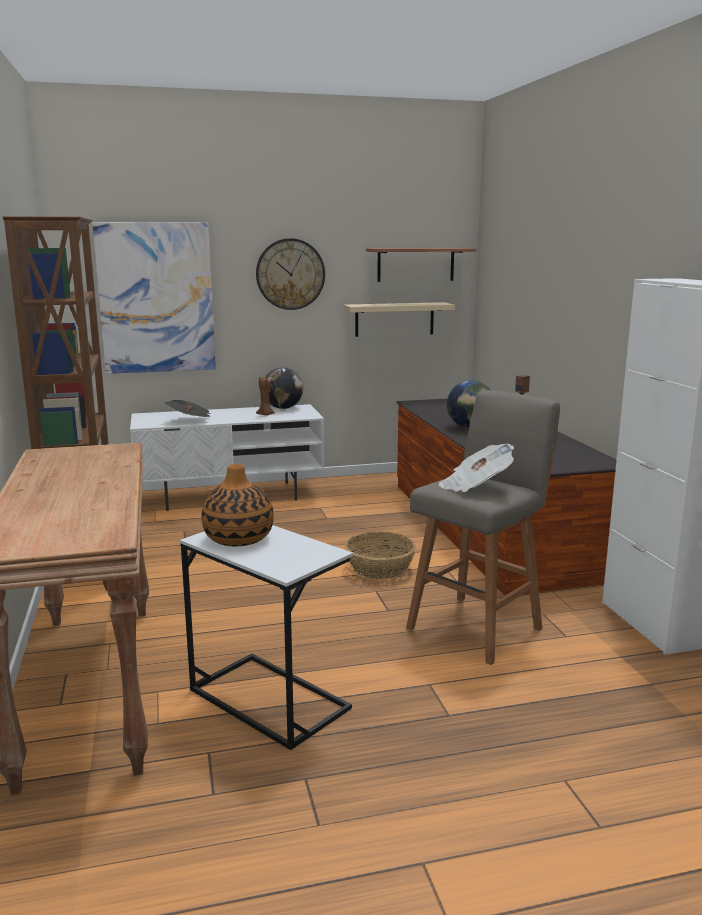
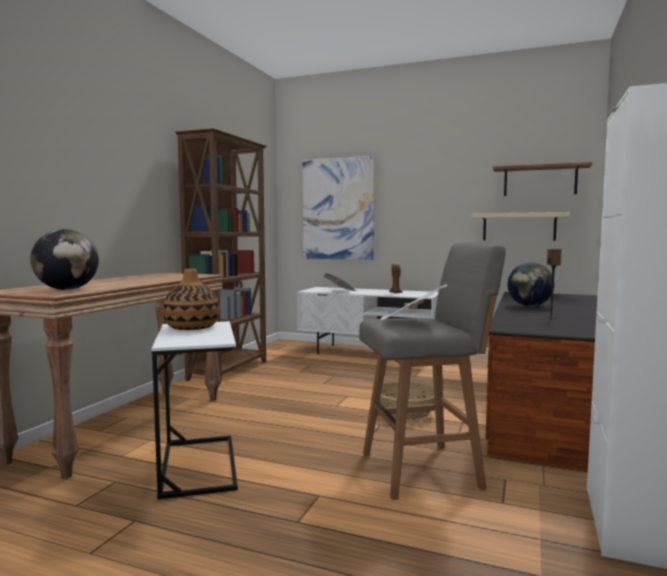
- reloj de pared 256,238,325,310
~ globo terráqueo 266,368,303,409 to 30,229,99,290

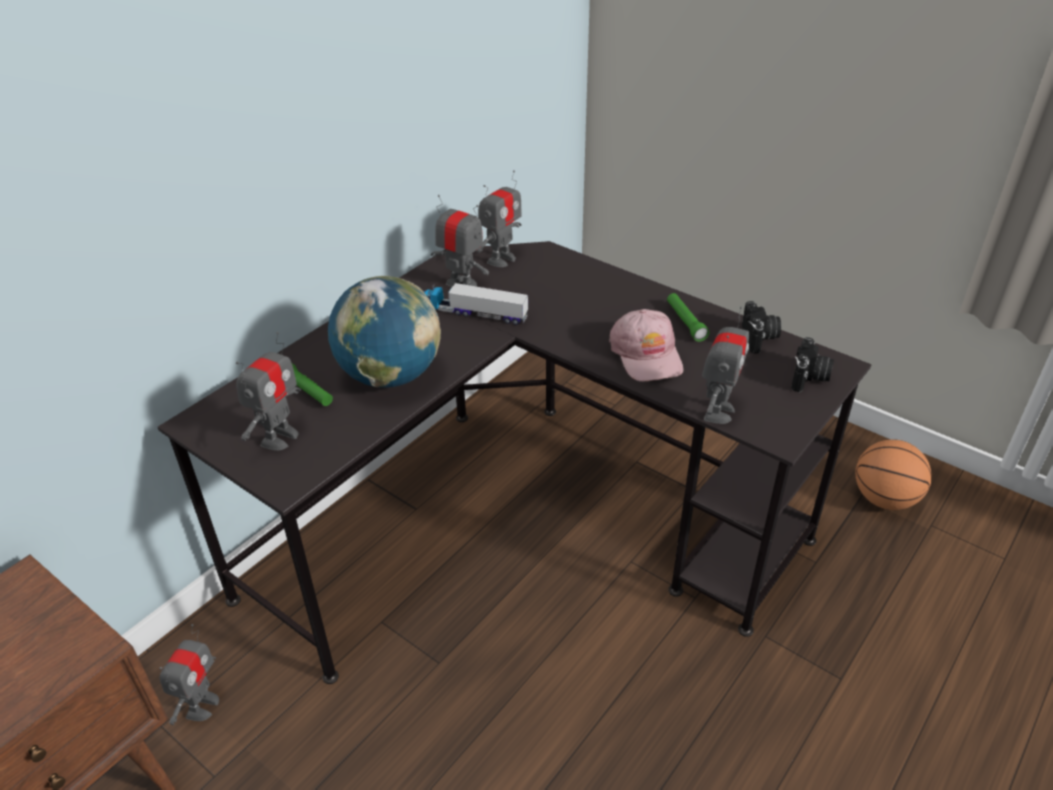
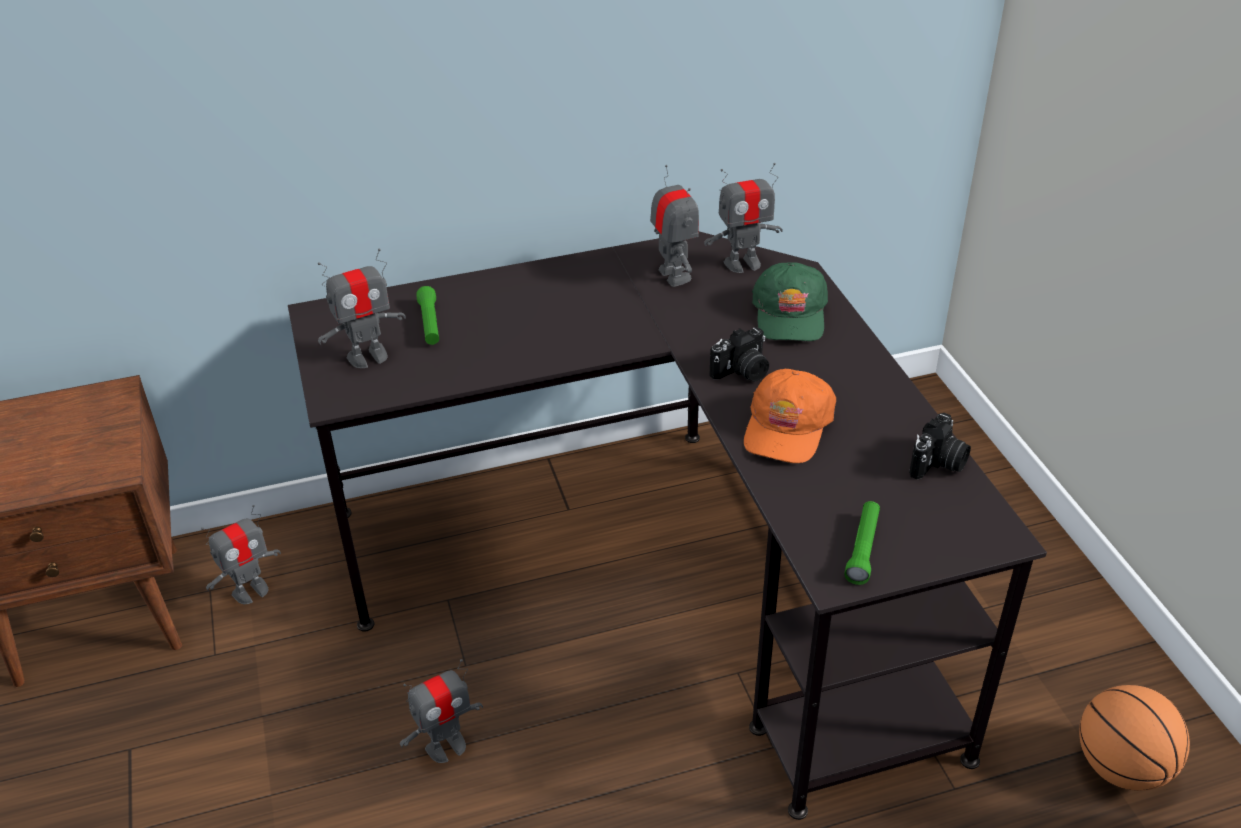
- globo terráqueo 328,276,441,388
- camión de juguete 423,283,528,325
+ gorra [verde] 752,262,828,341
~ linterna [verde] 667,293,710,342 to 844,501,880,585
~ robot de juguete 702,306,749,424 to 400,659,483,763
~ cámara 791,337,834,392 to 709,327,769,382
~ gorra [rosa] 609,309,684,382 to gorra [naranja] 744,369,836,463

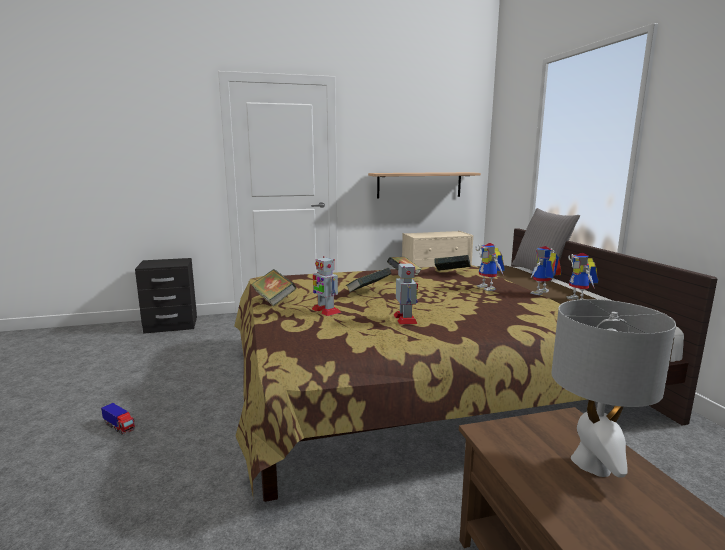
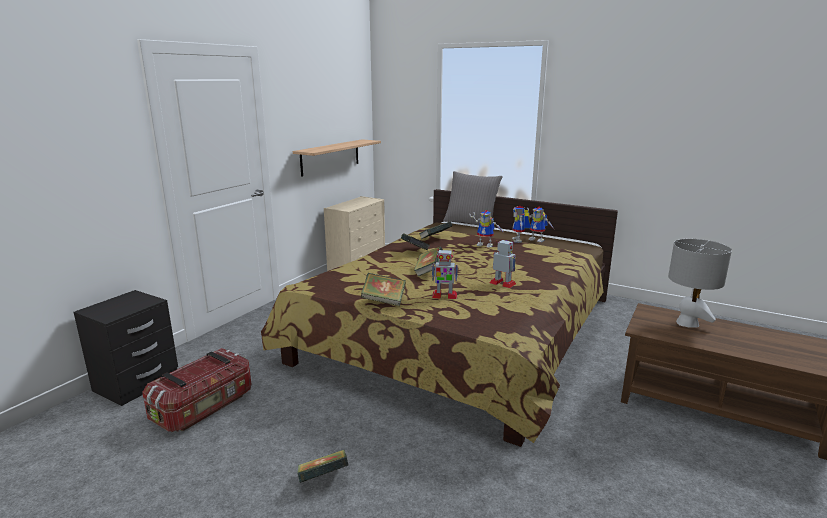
+ caja de almacenaje 142,348,251,432
~ camión de juguete 101,403,135,435 to libro 297,450,349,483

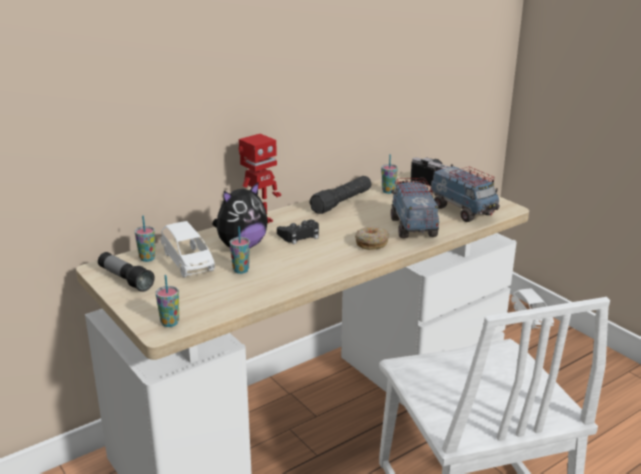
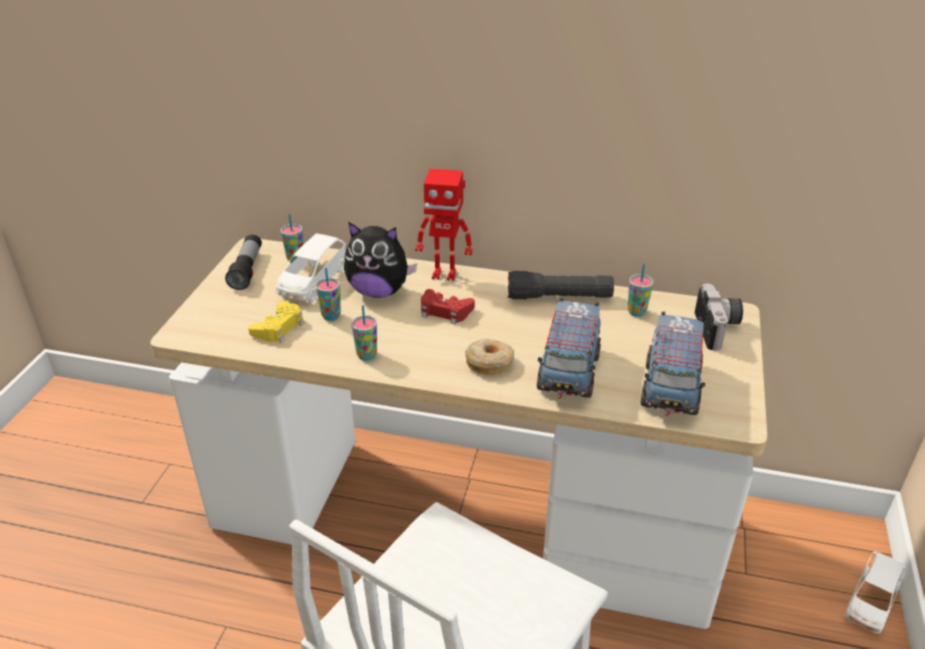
+ mando de consola [amarillo] 248,301,304,343
~ taza 155,275,179,327 to 352,305,377,361
~ mando de consola [negro] 277,220,319,244 to mando de consola [rojo] 421,289,475,325
~ camión de juguete 391,178,439,238 = 537,298,601,399 150 degrees clockwise

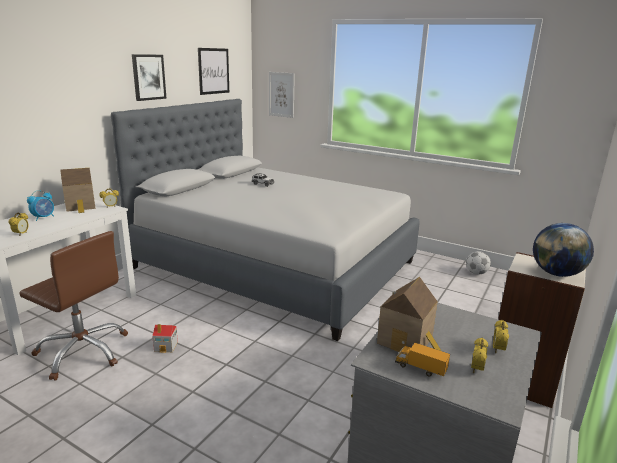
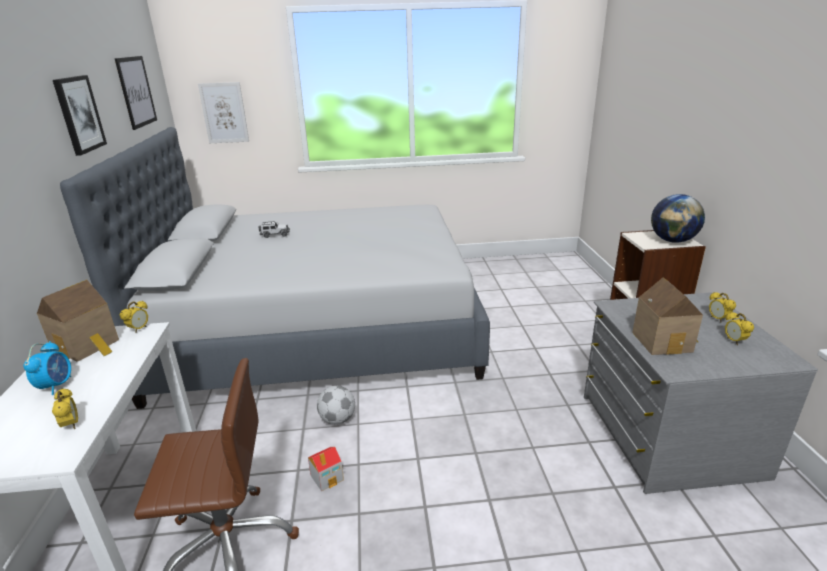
- camión de juguete 395,343,450,377
~ balón de fútbol 466,251,491,274 to 317,386,355,425

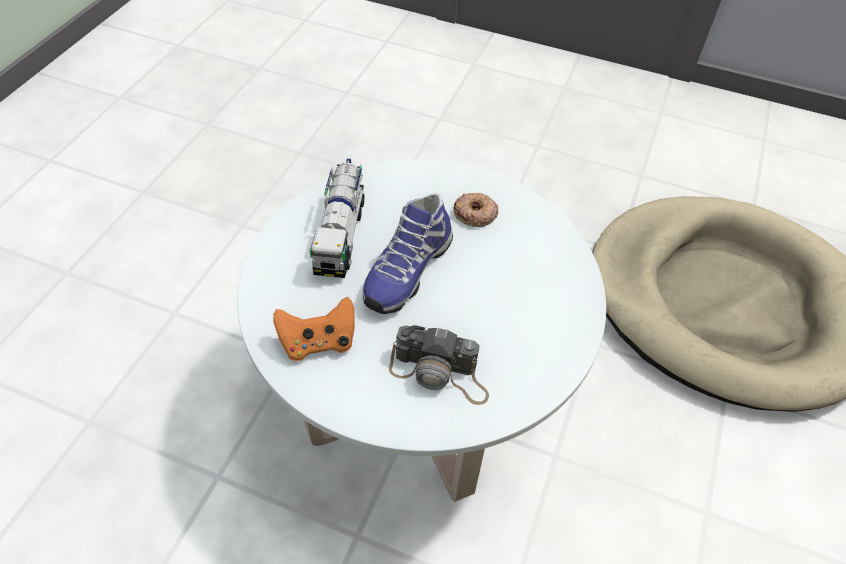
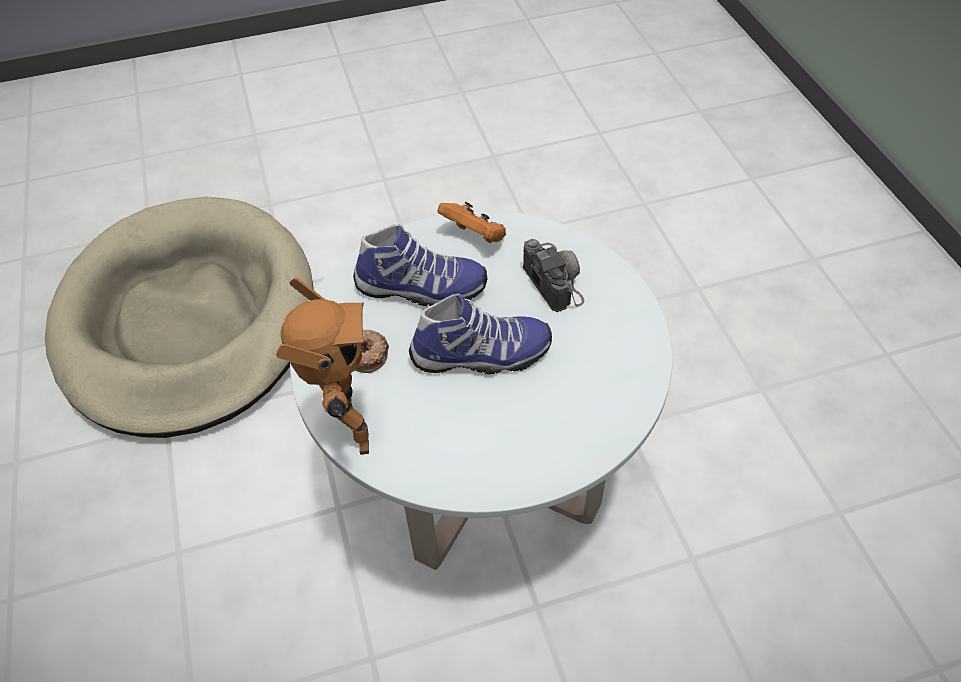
- camión de juguete 310,159,365,278
+ robot de juguete 276,277,369,455
+ zapato 353,224,487,306
~ mando de consola [naranja] 274,297,355,361 to 437,202,506,243

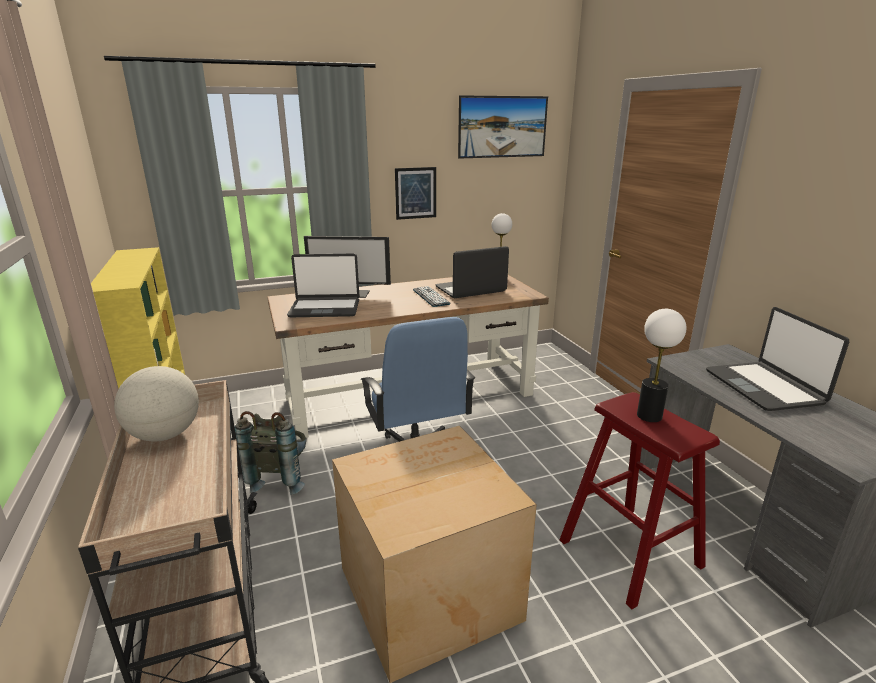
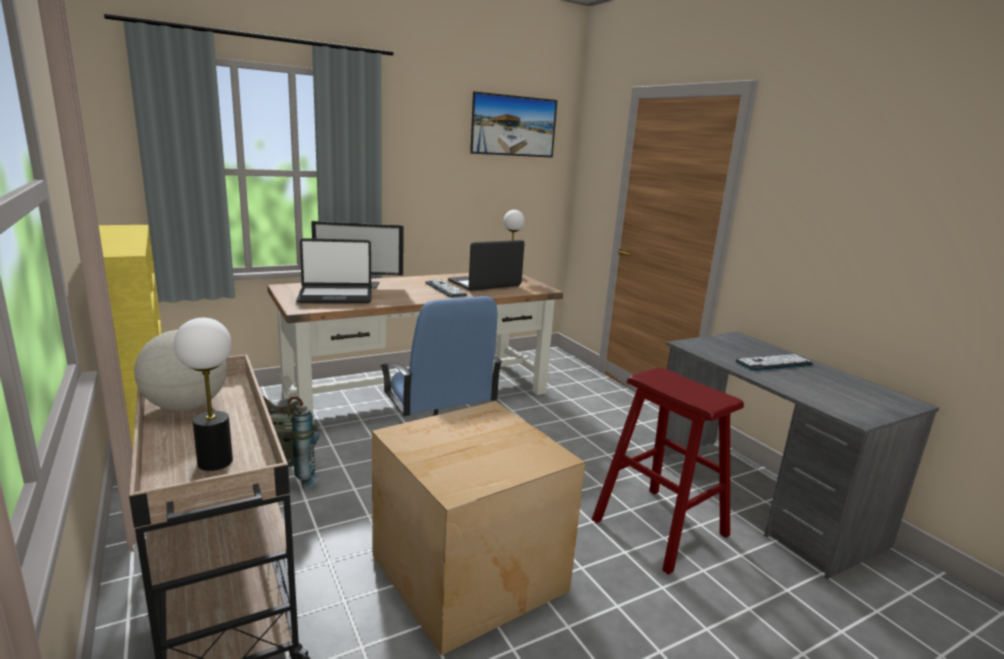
- cuadro 395,167,436,220
~ lámpara de mesa 637,309,686,422 to 174,318,233,471
~ portátil 706,307,849,411 to teclado 735,354,813,371

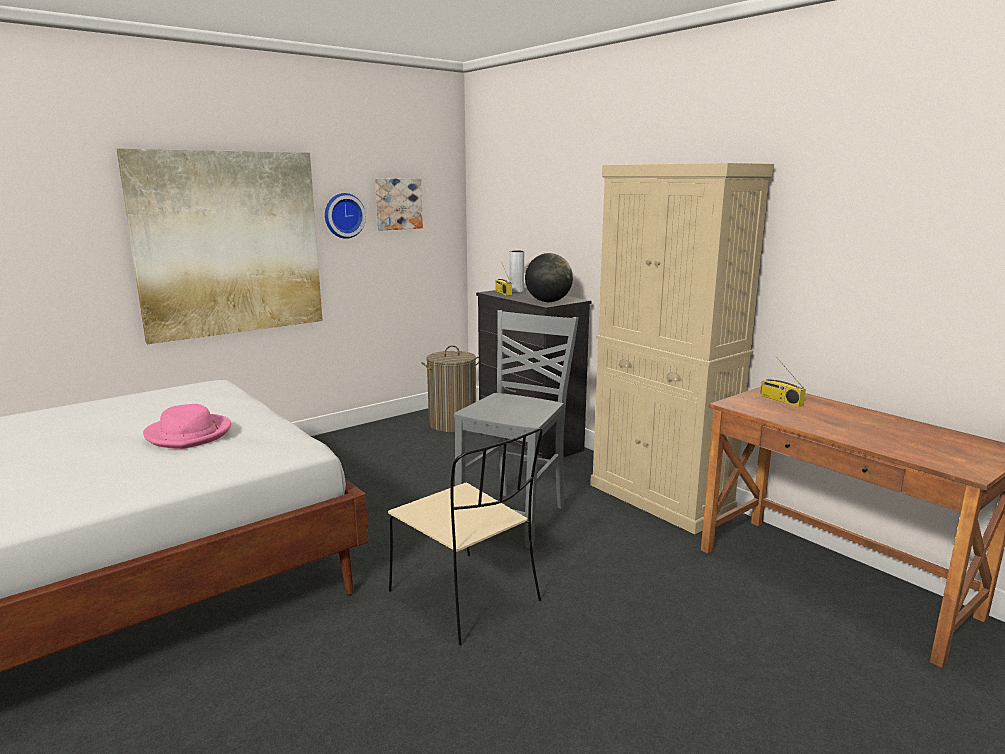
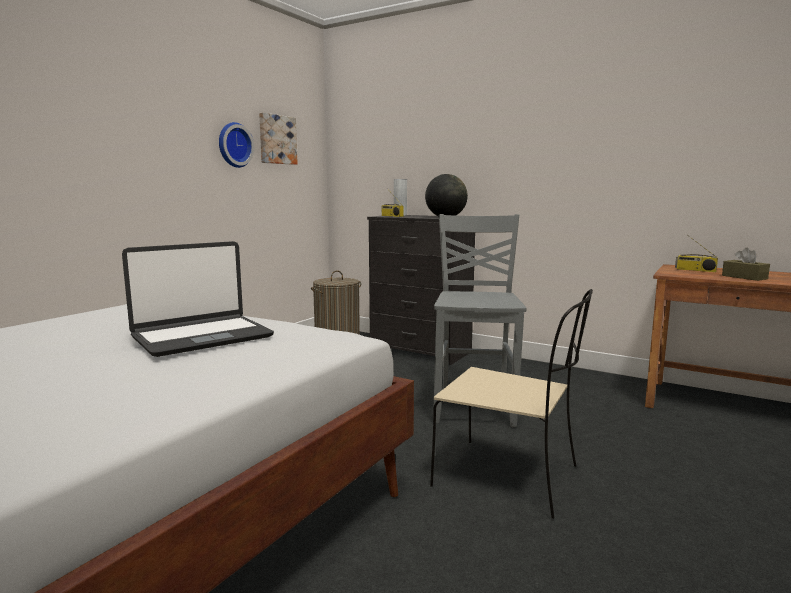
- cuadro 117,148,323,344
- armario [beis] 590,163,774,534
+ caja de pañuelos [marrón] 722,248,770,281
~ sombrero [rosa] 143,404,231,449 to portátil 122,241,274,357

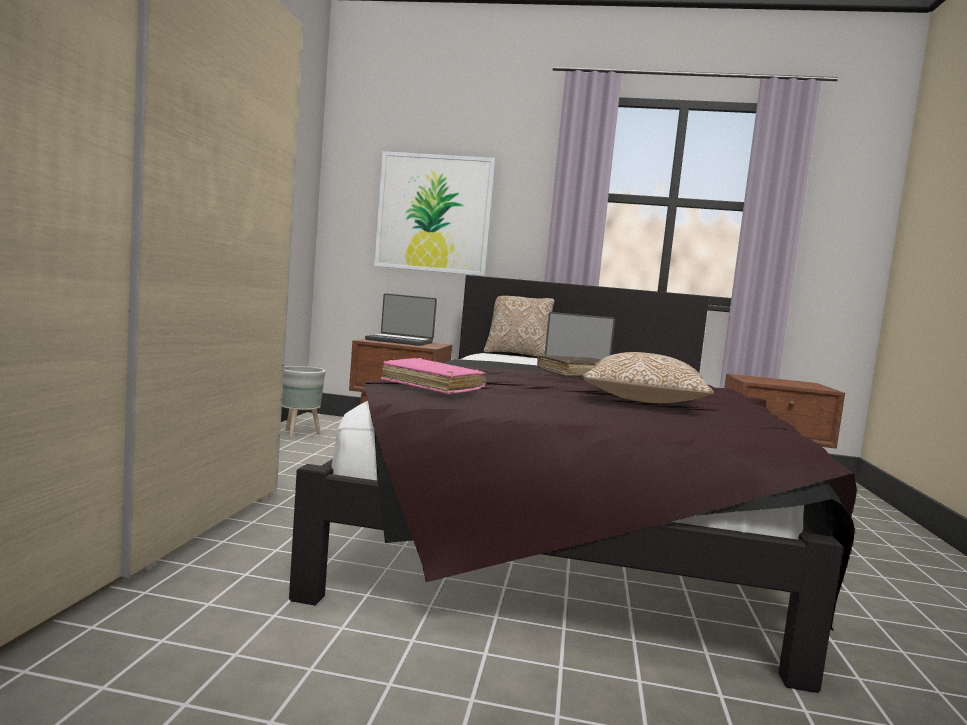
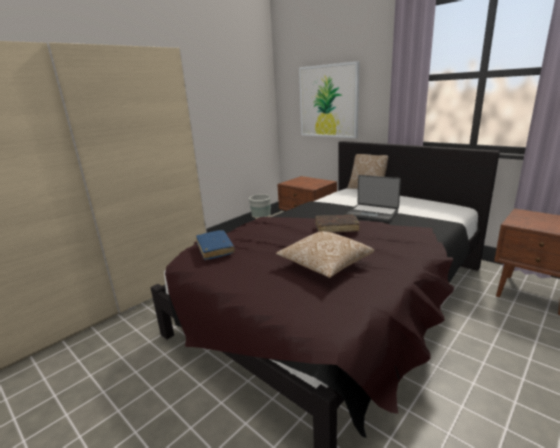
- portátil 365,293,437,346
~ libro [rosa] 381,358,487,395 to libro [azul] 196,230,235,260

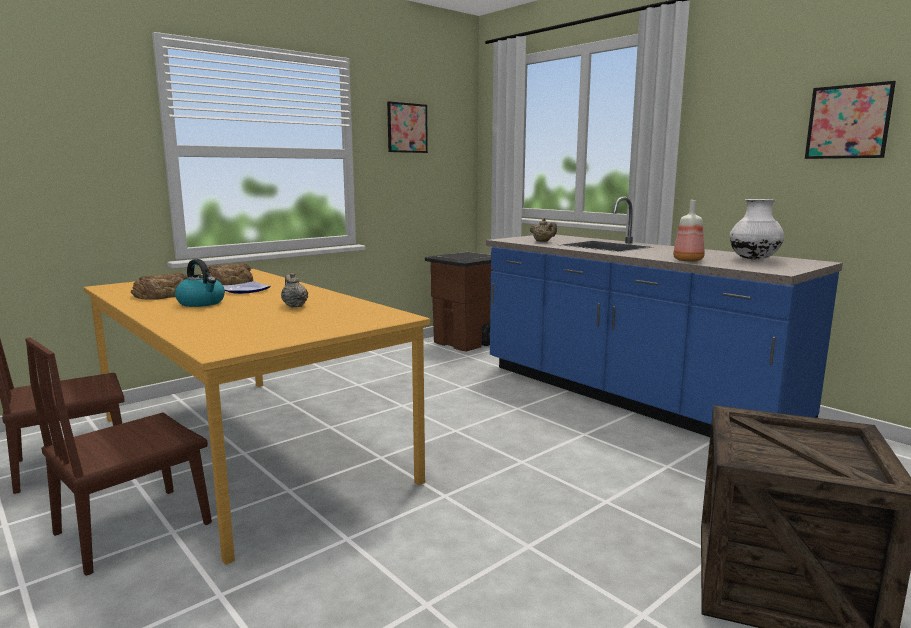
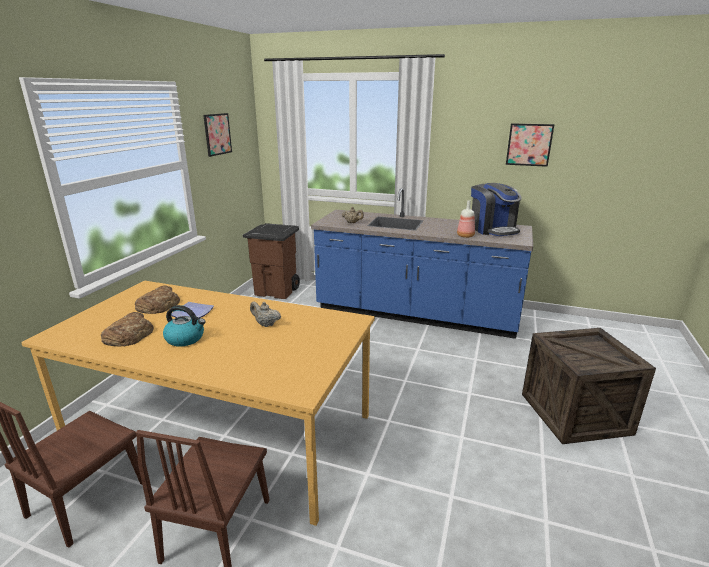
~ florero [blanco] 729,199,784,260 to cafetera 471,183,522,236

